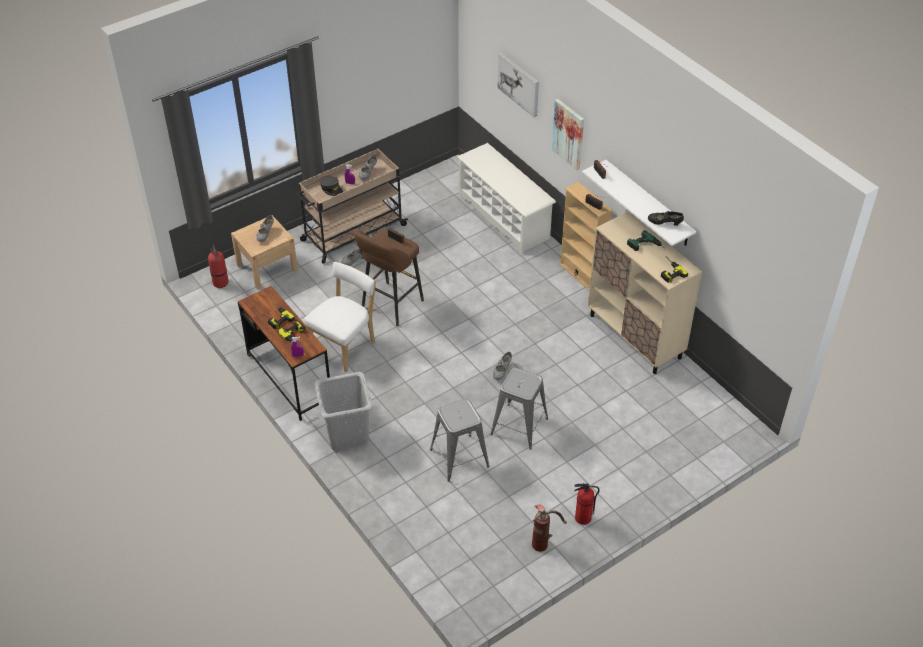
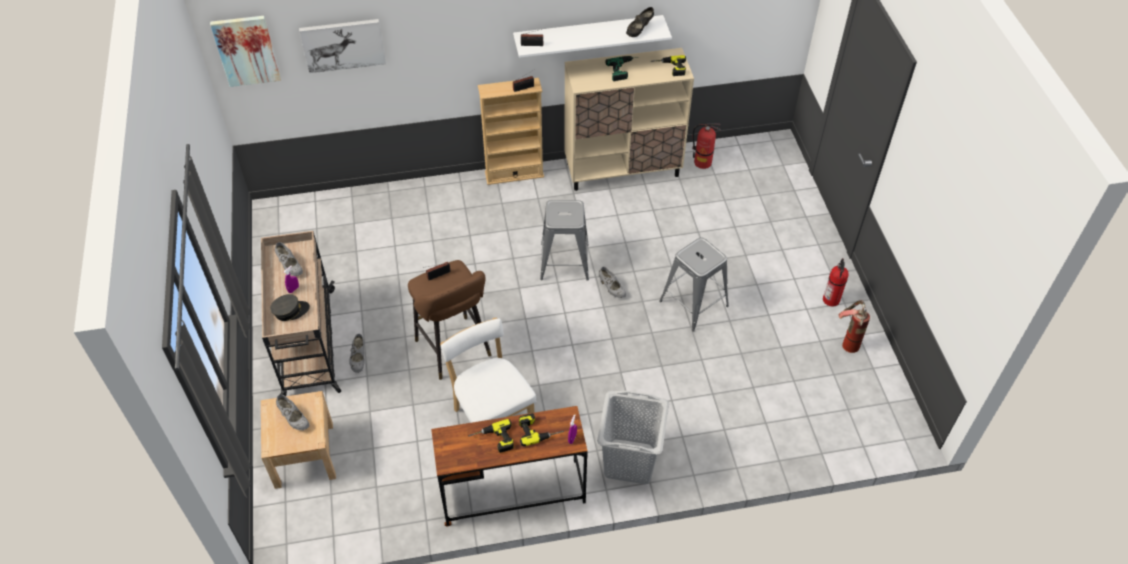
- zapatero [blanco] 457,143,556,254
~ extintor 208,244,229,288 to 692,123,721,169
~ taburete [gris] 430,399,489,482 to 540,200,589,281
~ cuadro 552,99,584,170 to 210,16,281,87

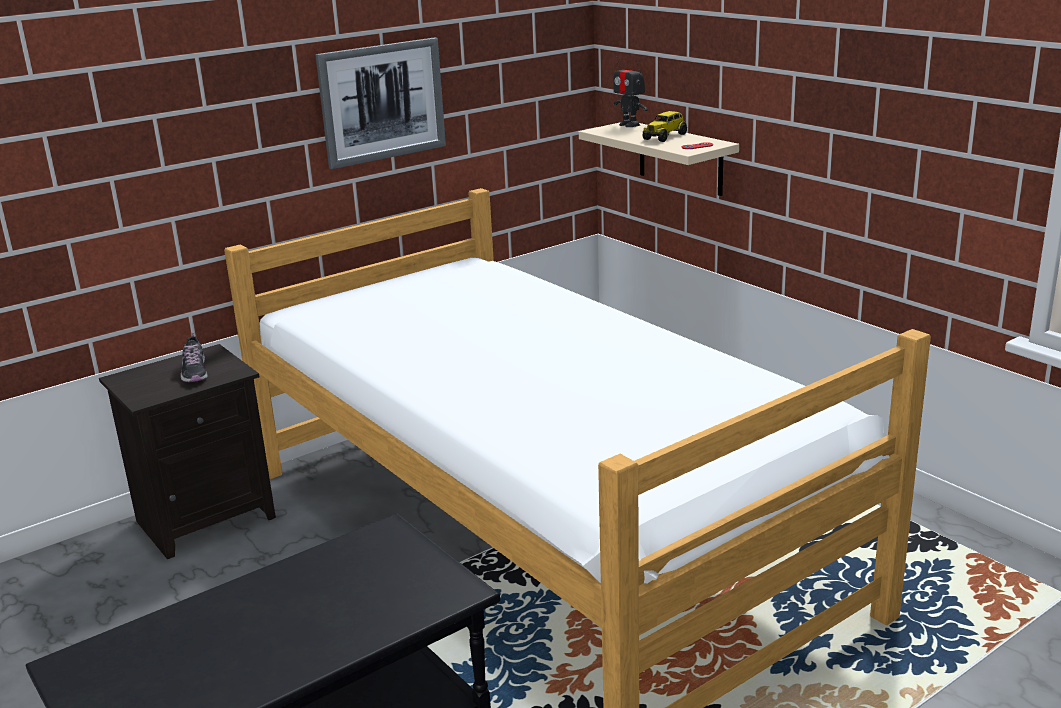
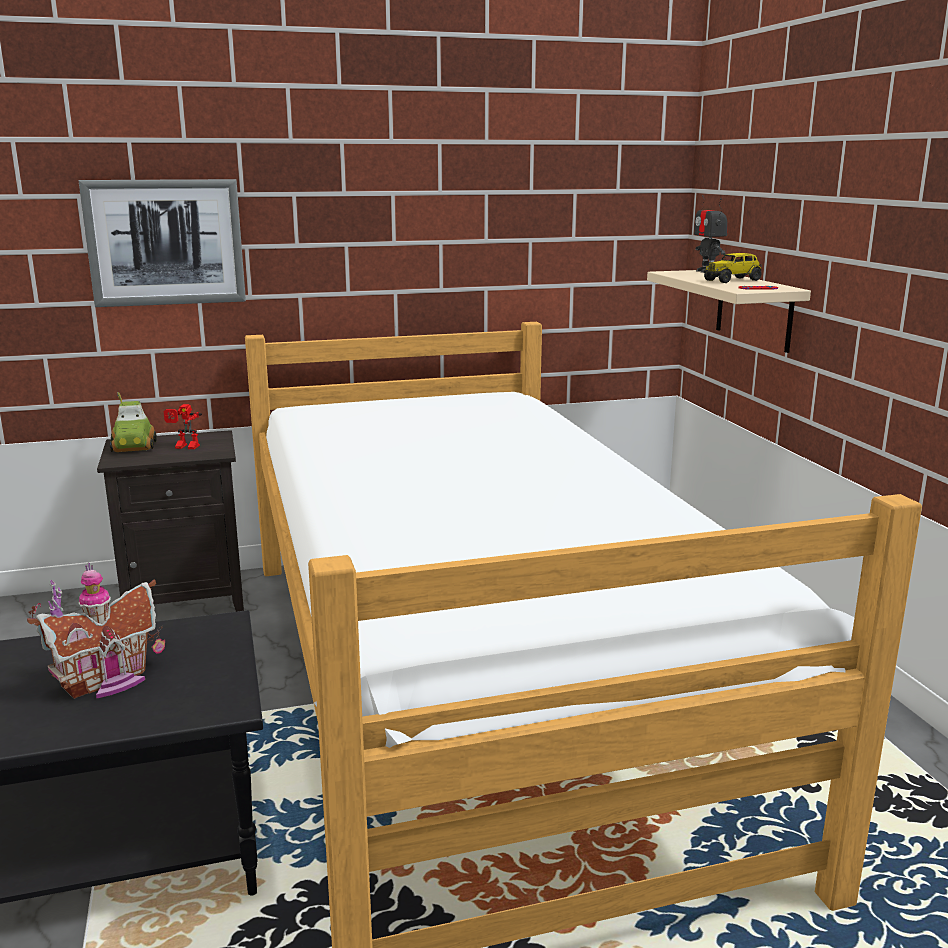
+ casita 27,563,165,699
+ coche de juguete 110,392,157,452
~ cuadro 315,38,446,169 to 78,179,246,307
~ zapato 181,333,208,382 to robot de juguete 163,404,202,449

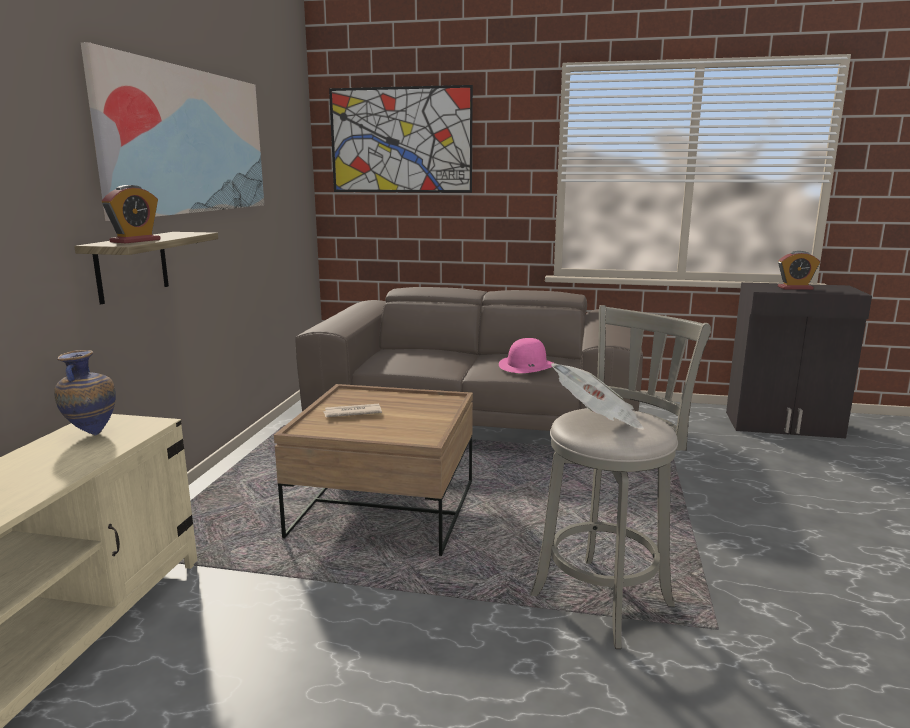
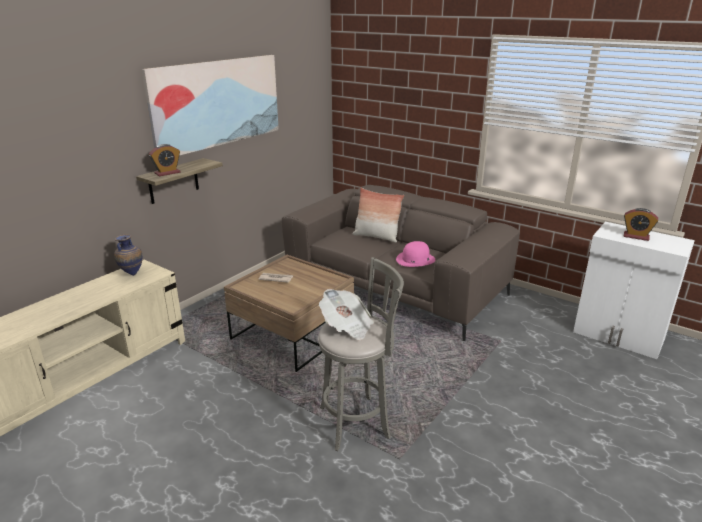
- cuadro 329,85,473,193
+ cojín 352,187,404,243
~ armario [negro] 726,282,872,438 to armario [blanco] 573,222,695,359

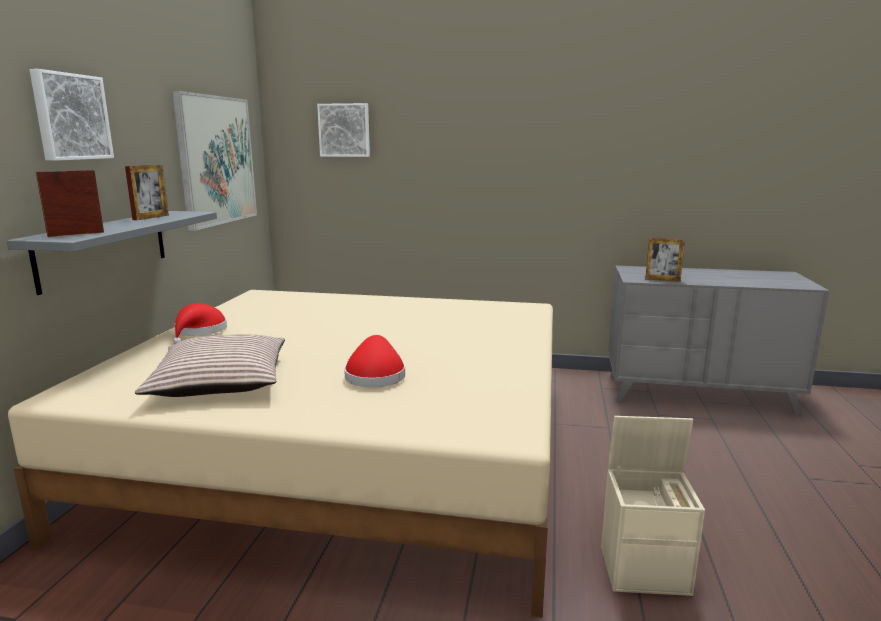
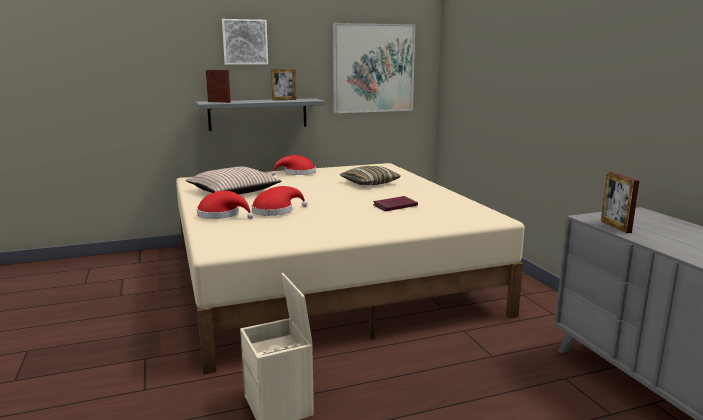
- cuadro 317,103,370,157
+ sombrero [rojo] 197,191,254,219
+ cojín 340,166,401,185
+ libro [rojo] 373,196,418,211

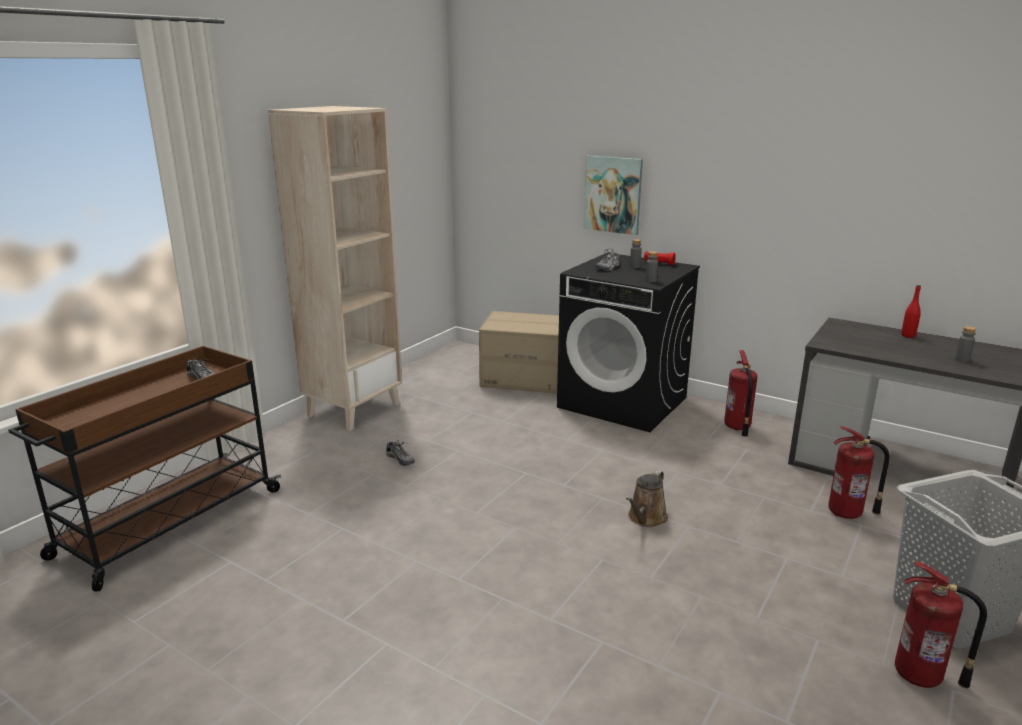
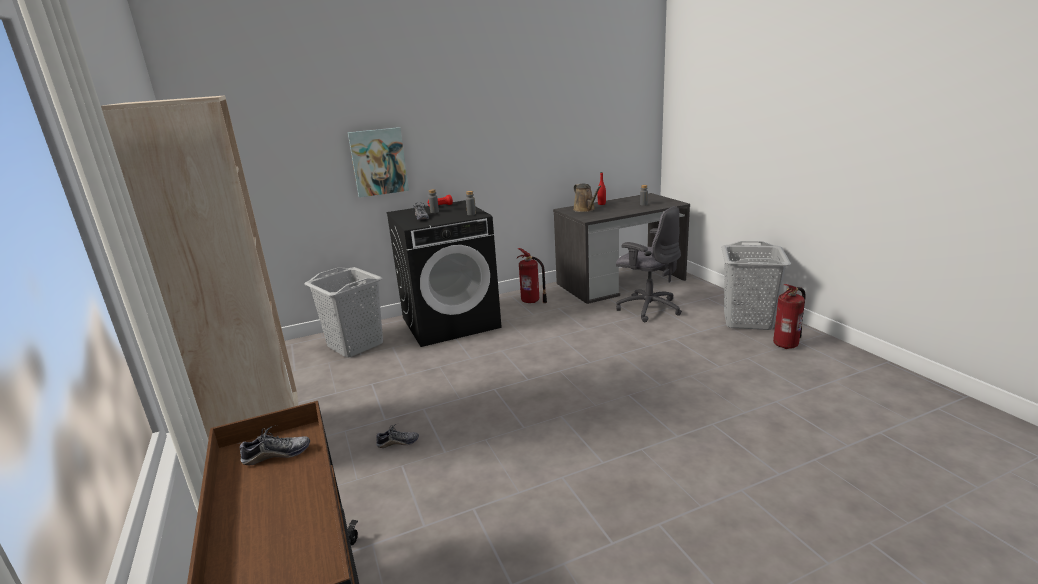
~ regadera [marrón] 626,470,668,527 to 573,183,601,212
~ caja de cartón 479,311,559,393 to cesto de la ropa [gris] 304,267,383,358
~ extintor 828,426,890,519 to silla de oficina [gris] 616,206,682,322

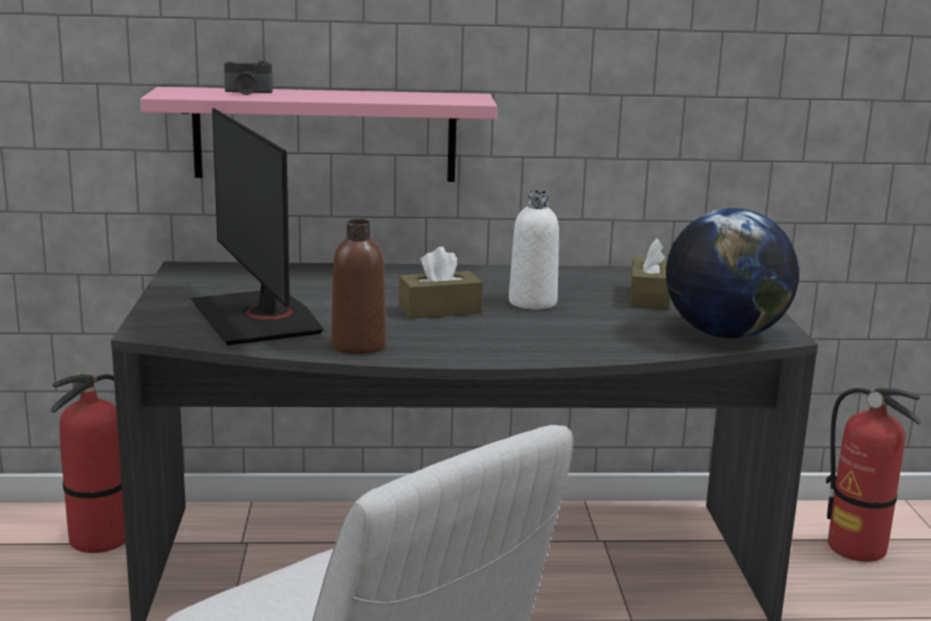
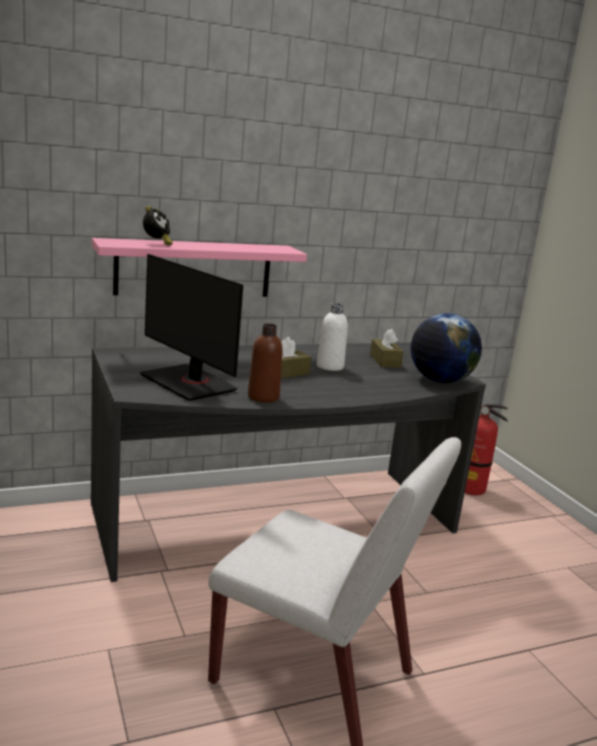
- extintor 51,373,125,553
~ cámara 224,61,273,95 to despertador 143,206,173,246

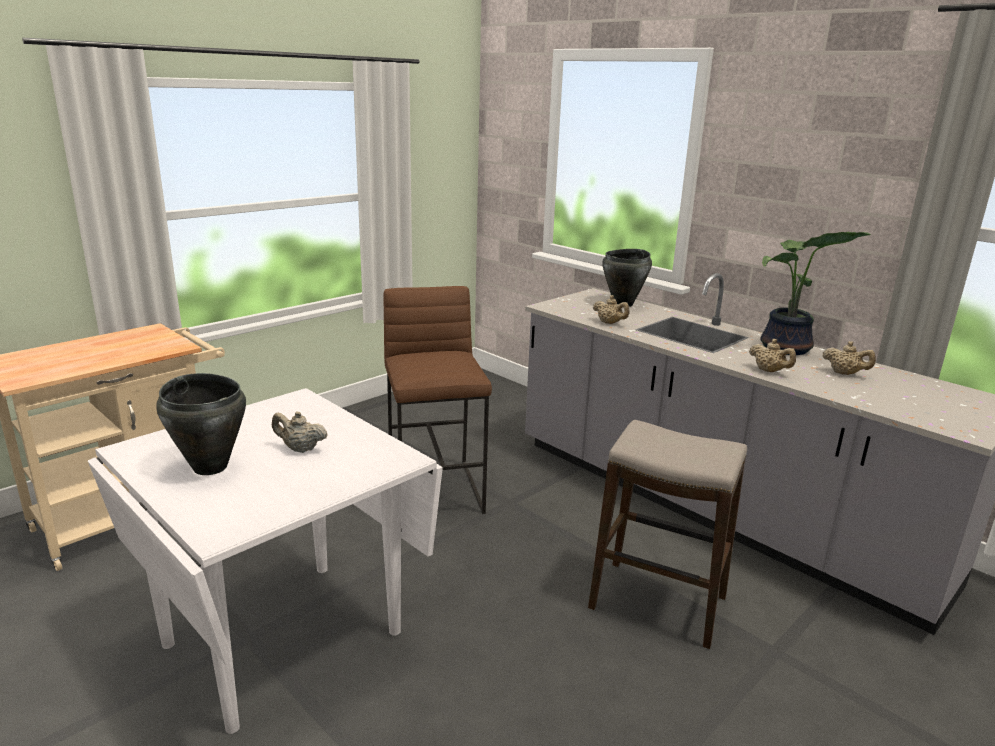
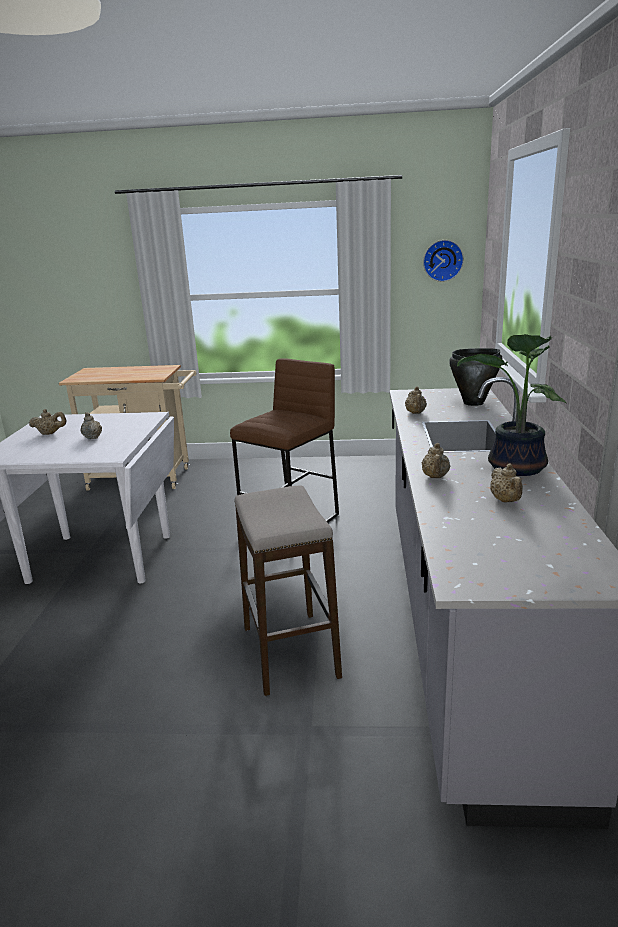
+ reloj de pared 423,240,464,282
~ olla [negro] 156,373,246,475 to tetera [beis] 29,409,66,435

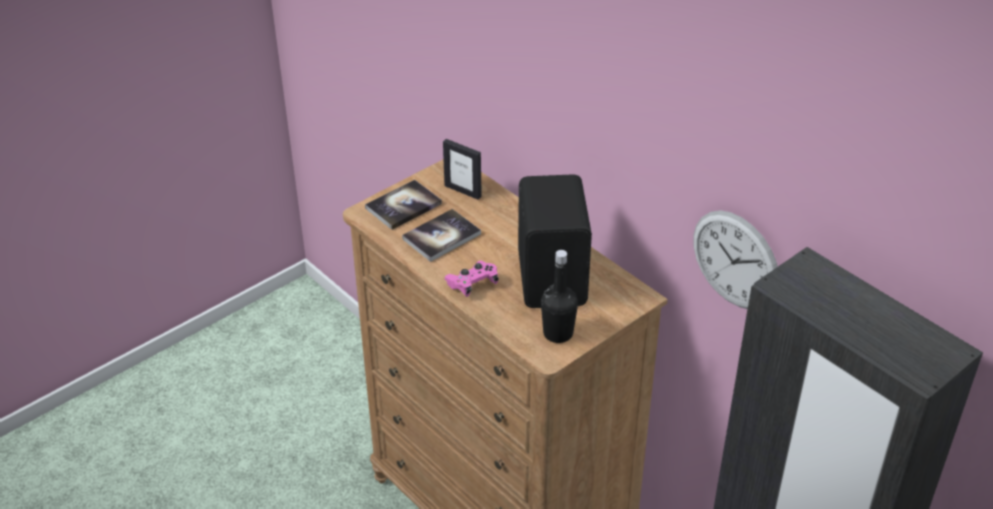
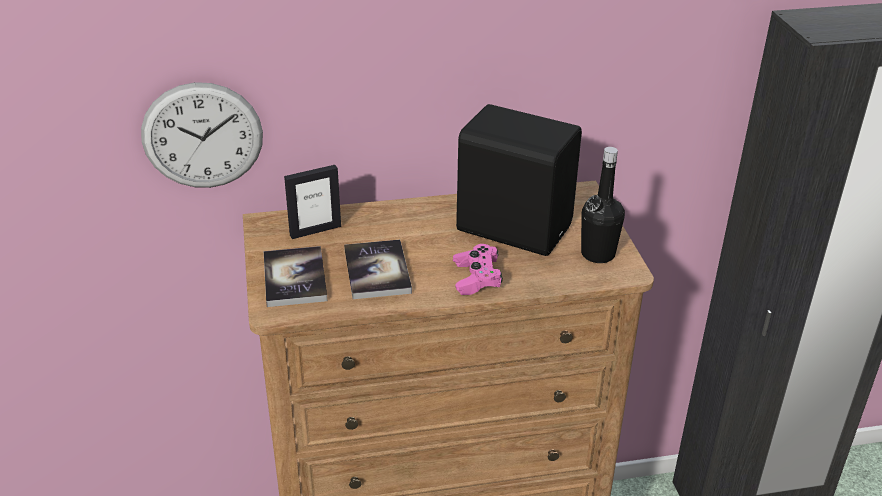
~ reloj de pared 694,210,778,309 to 141,82,263,188

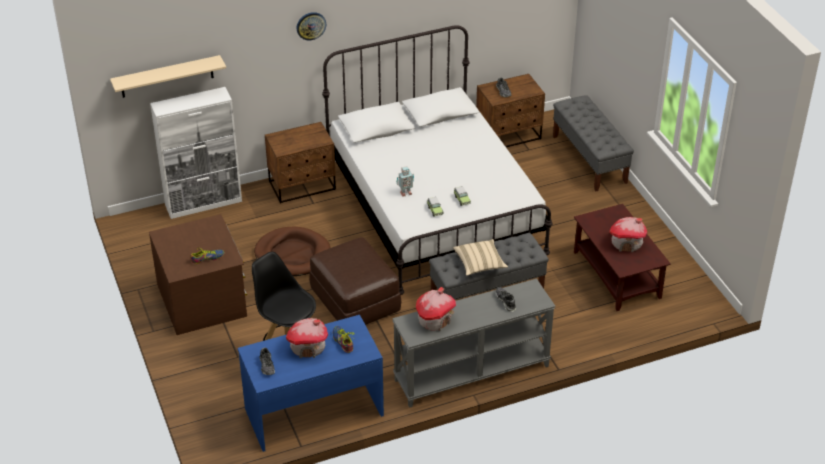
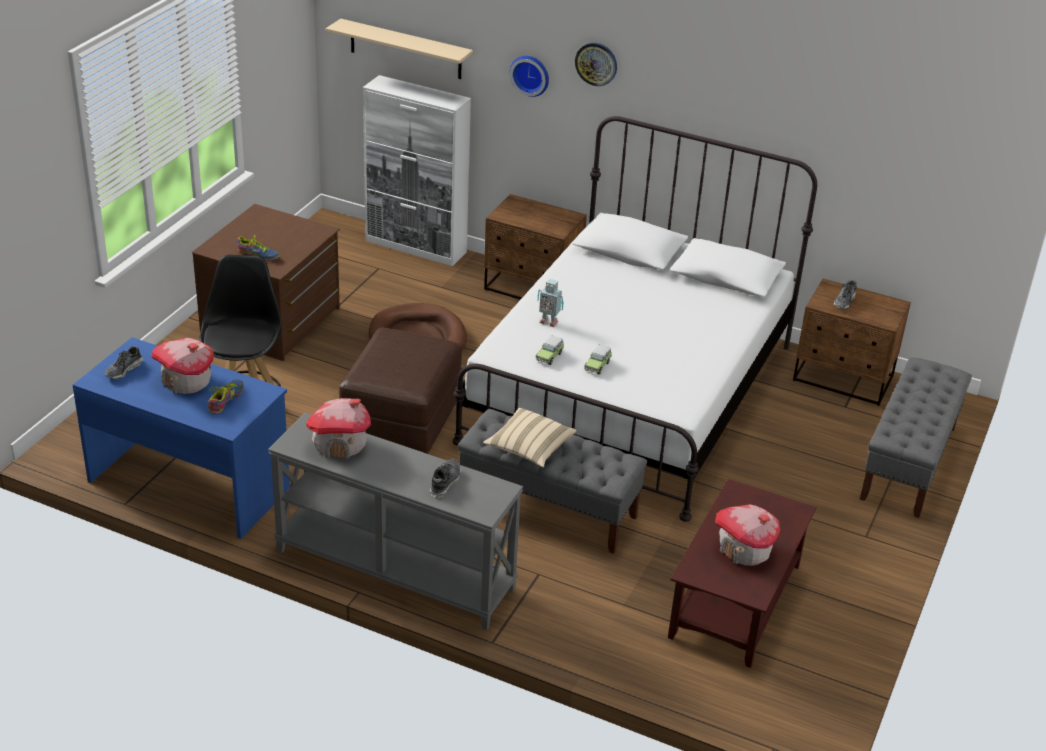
+ reloj de pared 510,56,549,97

